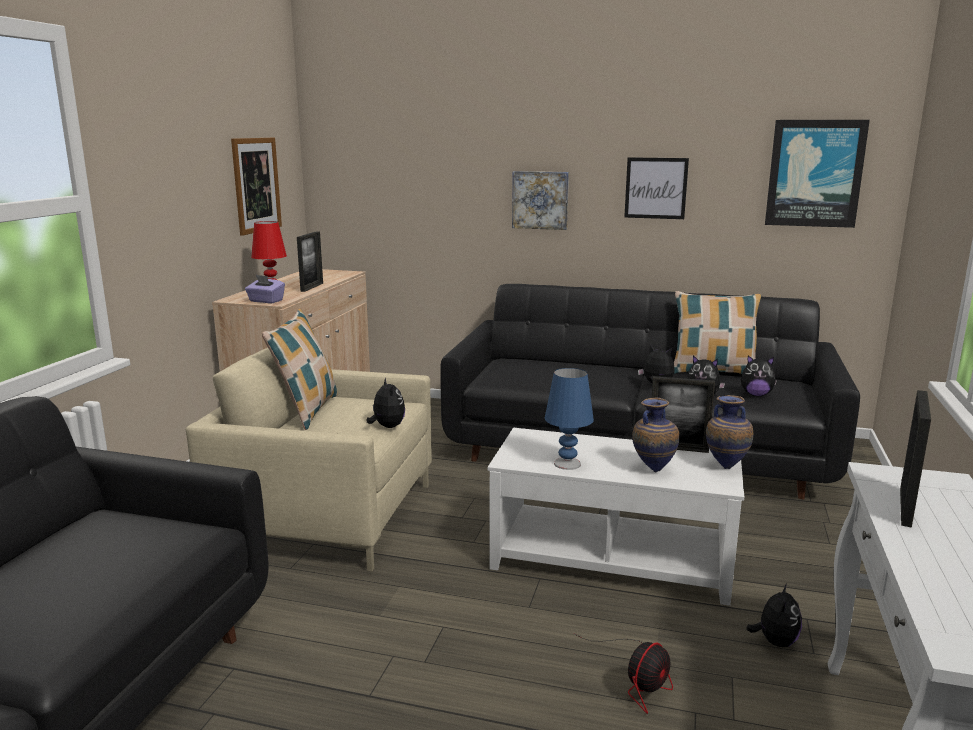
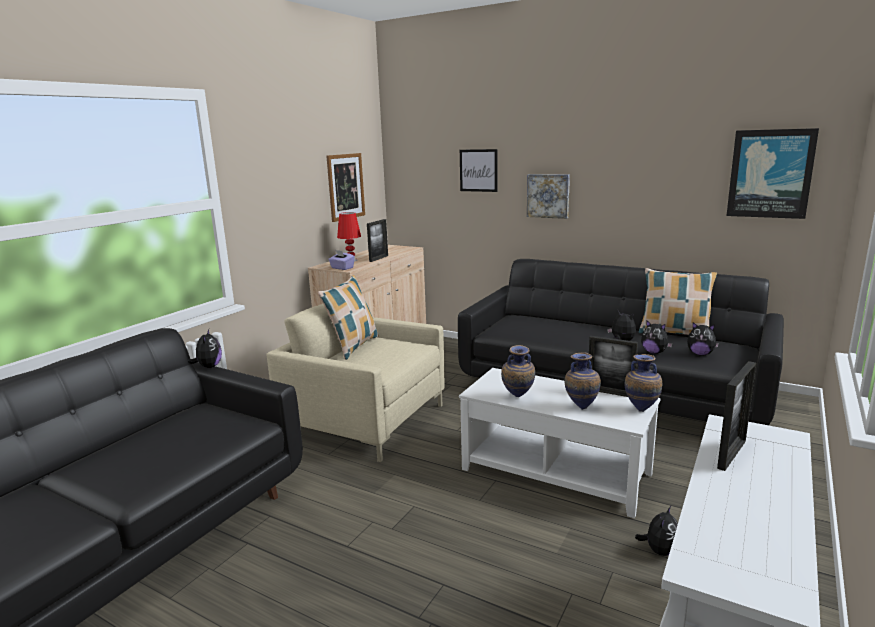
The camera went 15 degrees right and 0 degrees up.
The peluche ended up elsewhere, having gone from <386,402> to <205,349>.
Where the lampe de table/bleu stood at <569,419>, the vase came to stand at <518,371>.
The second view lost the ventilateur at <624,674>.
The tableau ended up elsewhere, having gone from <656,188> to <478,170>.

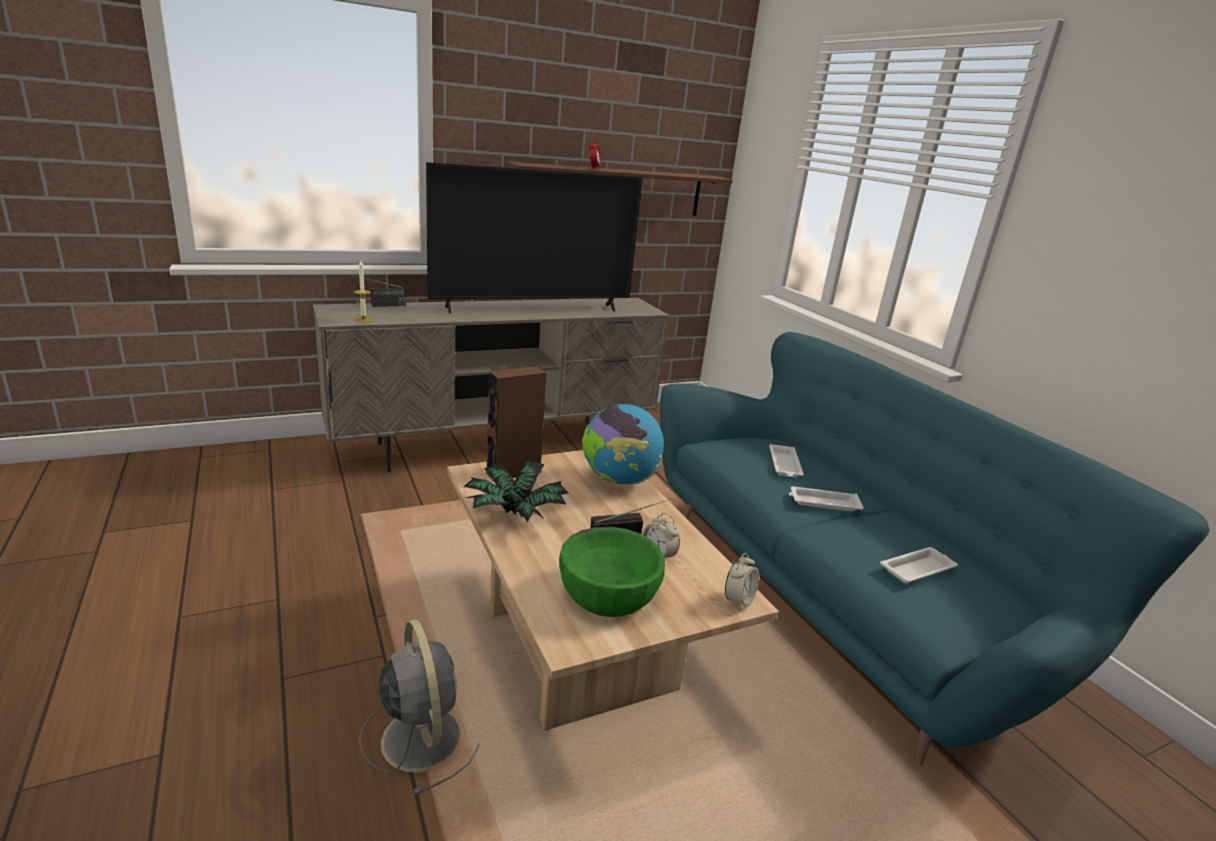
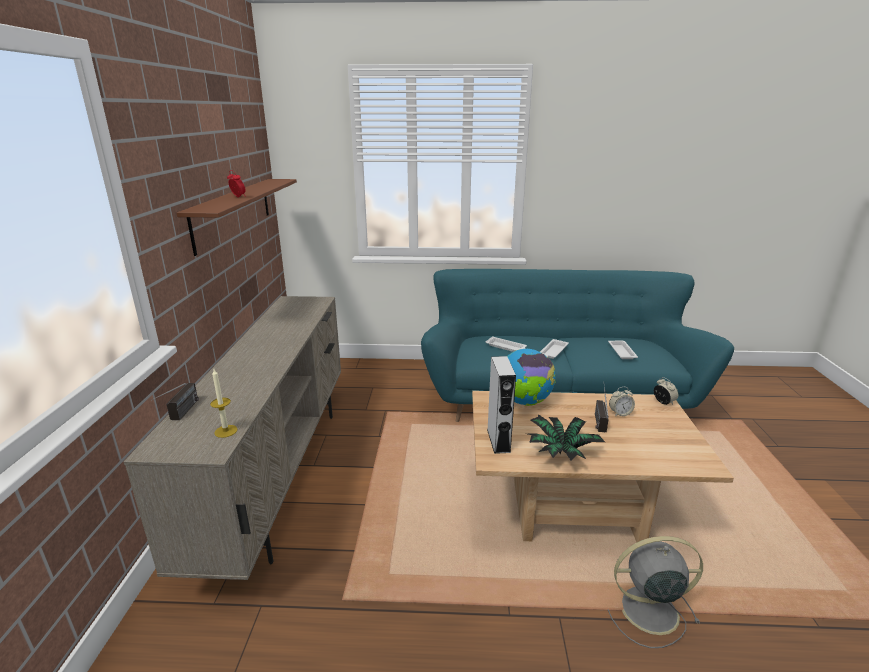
The camera went 60 degrees left and 0 degrees up.
The second view lost the téléviseur at <534,238>.
What was the enceinte/marron at <515,424> turned into the enceinte/gris at <501,405>.
The second view lost the bol/vert at <612,572>.

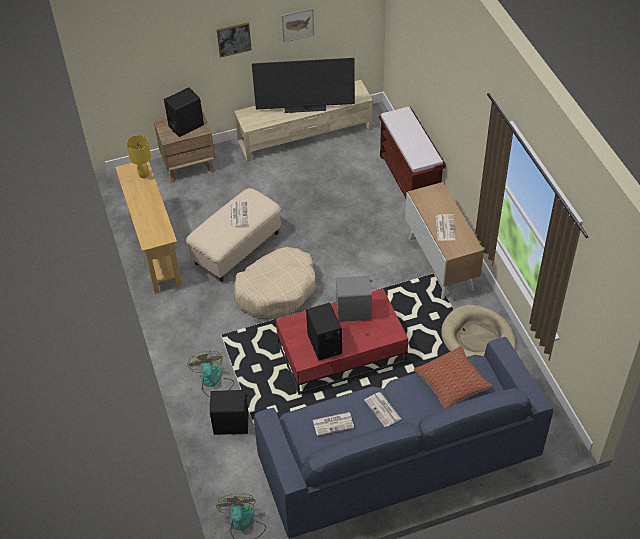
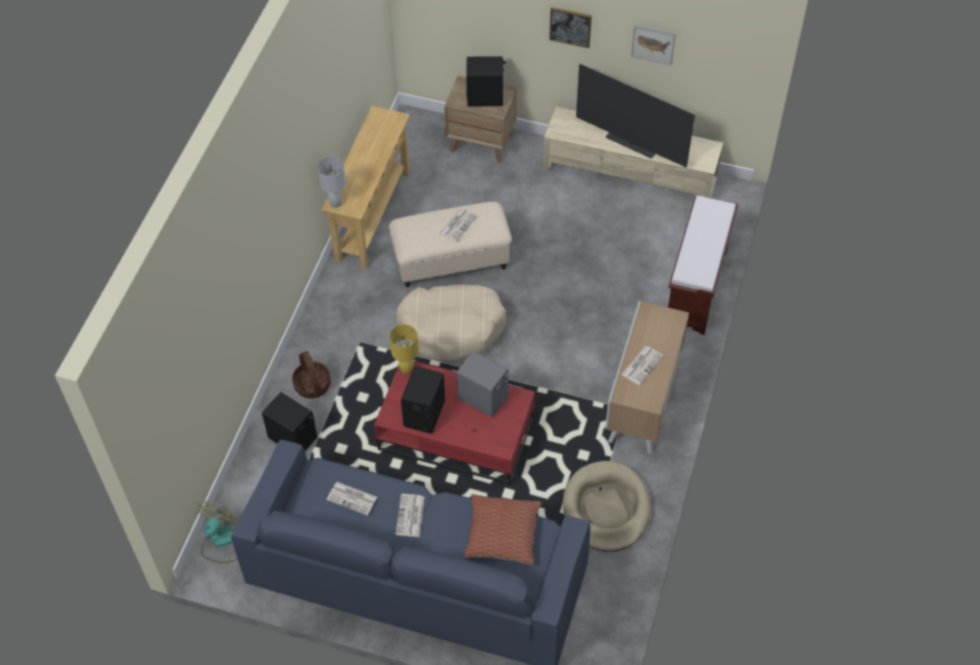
The camera went 35 degrees right and 5 degrees up.
The lampe de table/jaune ended up elsewhere, having gone from <139,156> to <404,349>.
Where the ventilateur stood at <210,374>, the panier came to stand at <311,375>.
The second view gained the lampe de table/blanc at <331,182>.

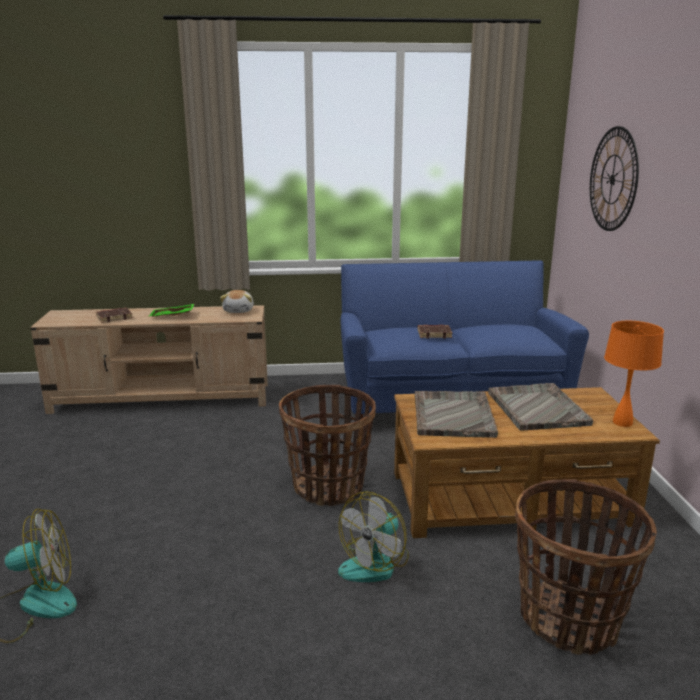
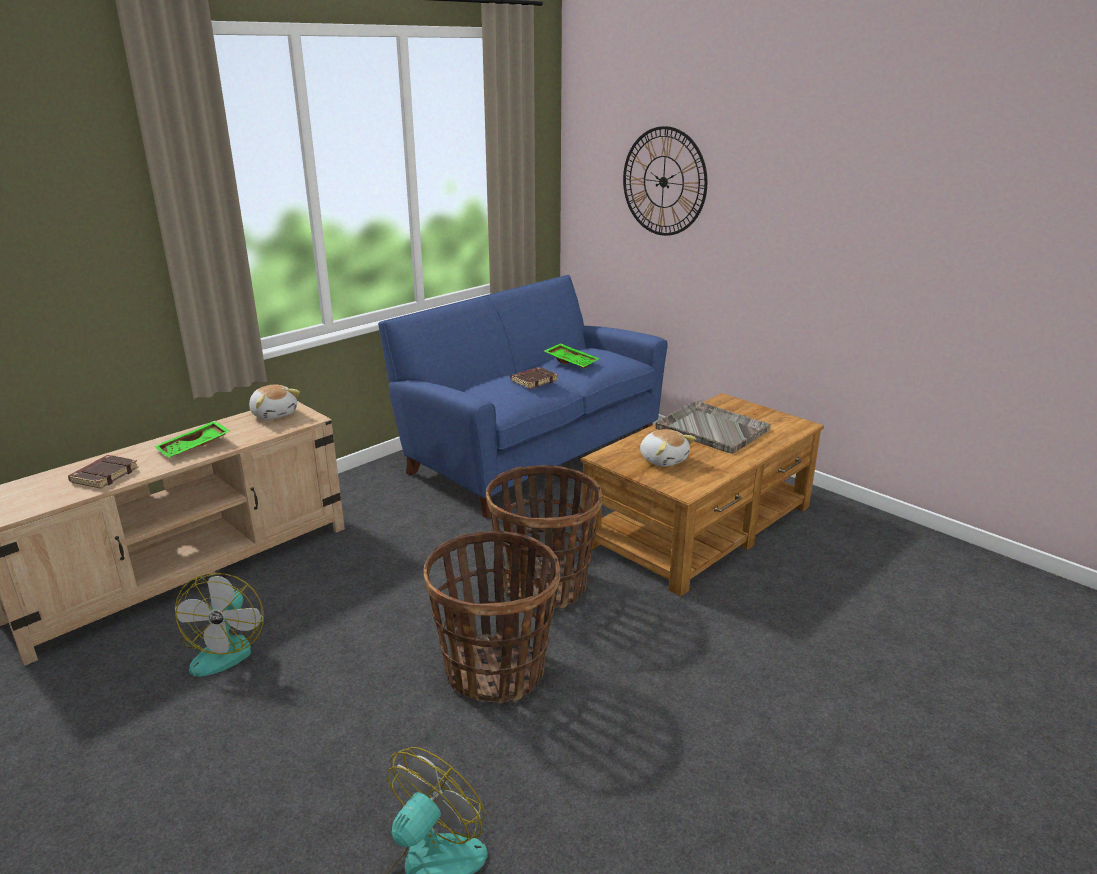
The camera went 40 degrees left and 5 degrees up.
The ventilateur ended up elsewhere, having gone from <373,536> to <219,625>.
Where the plateau/gris stood at <456,414>, the peluche came to stand at <668,448>.
The panier ended up elsewhere, having gone from <586,567> to <492,617>.
The second view lost the lampe de table/orange at <634,374>.
The second view gained the plateau/vert at <572,355>.

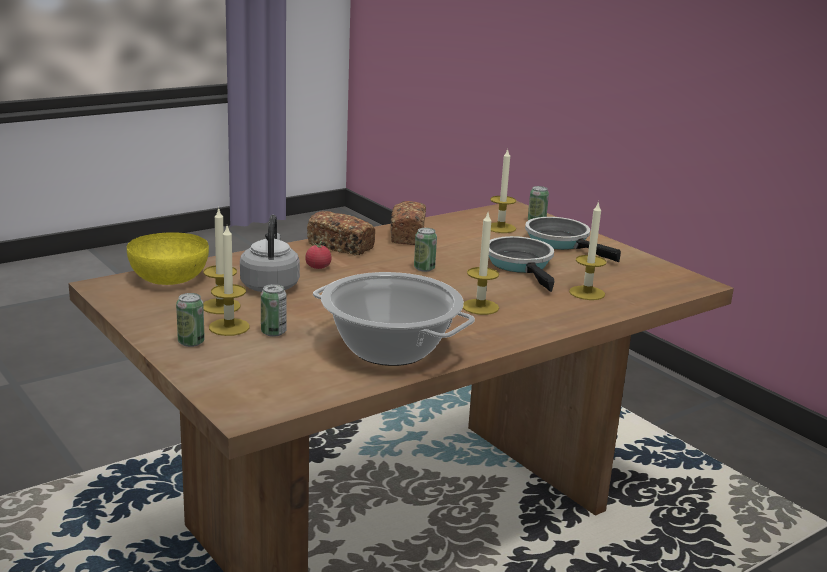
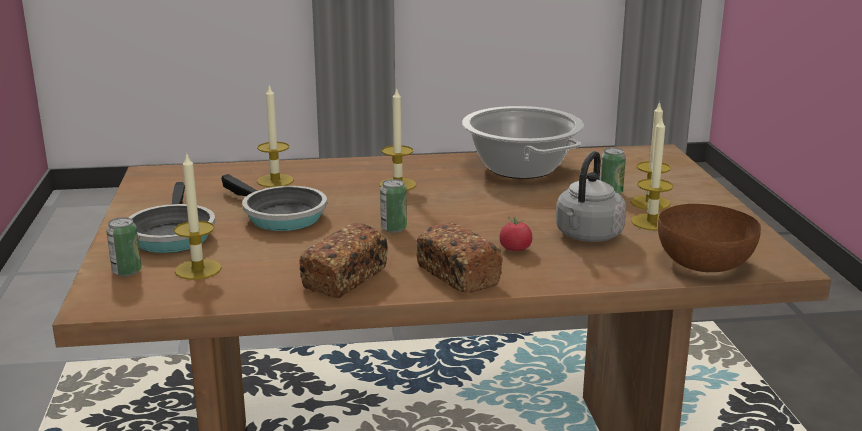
The camera went 150 degrees left and 0 degrees up.
What was the bol/jaune at <168,258> turned into the bol/marron at <709,238>.
The second view lost the boîte métallique at <190,320>.
The poêle at <522,264> ended up facing another way, 60 degrees counterclockwise from before.

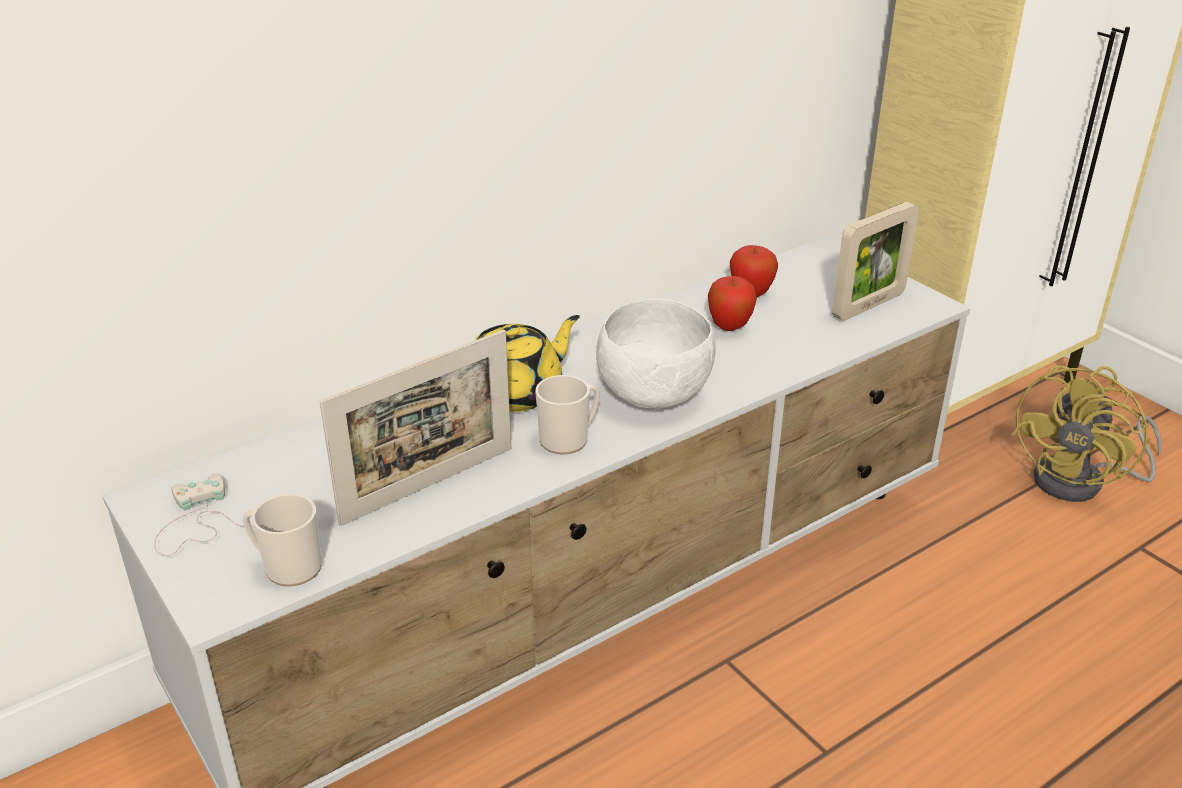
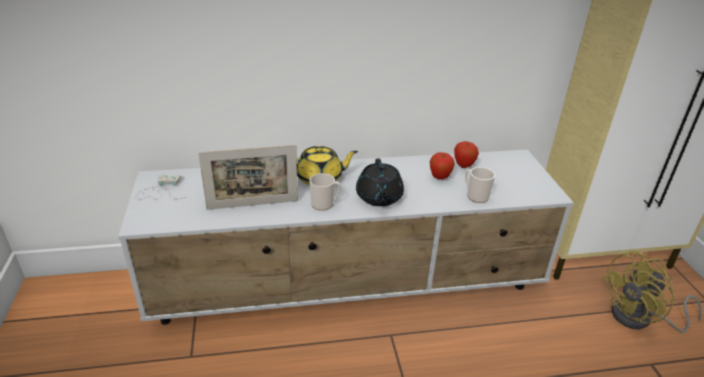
The camera went 25 degrees right and 0 degrees up.
The mug ended up elsewhere, having gone from <282,540> to <480,185>.
Where the bol/blanc stood at <656,354>, the théière/noir came to stand at <380,182>.
The second view lost the cadre photo at <875,261>.

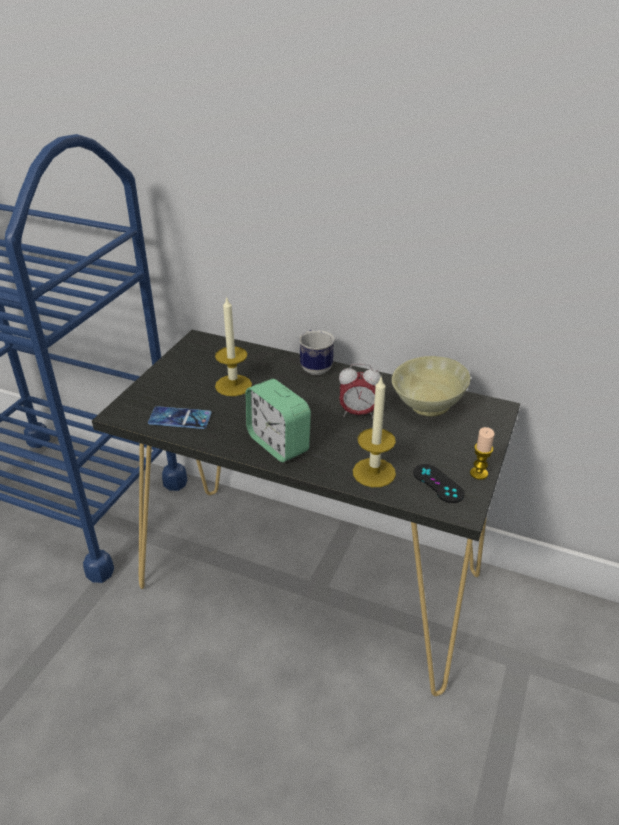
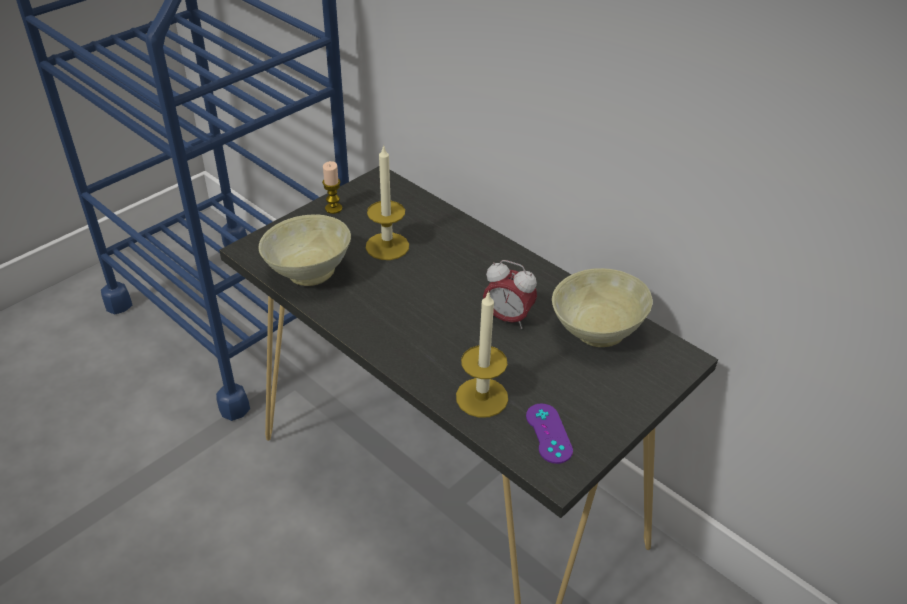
The camera went 20 degrees right and 5 degrees up.
Where the téléphone stood at <179,417>, the bol/beige came to stand at <305,250>.
The second view lost the réveil at <278,420>.
The second view lost the mug at <317,352>.
What was the manette/noir at <439,483> turned into the manette/violet at <549,433>.
The bougie ended up elsewhere, having gone from <482,453> to <332,187>.

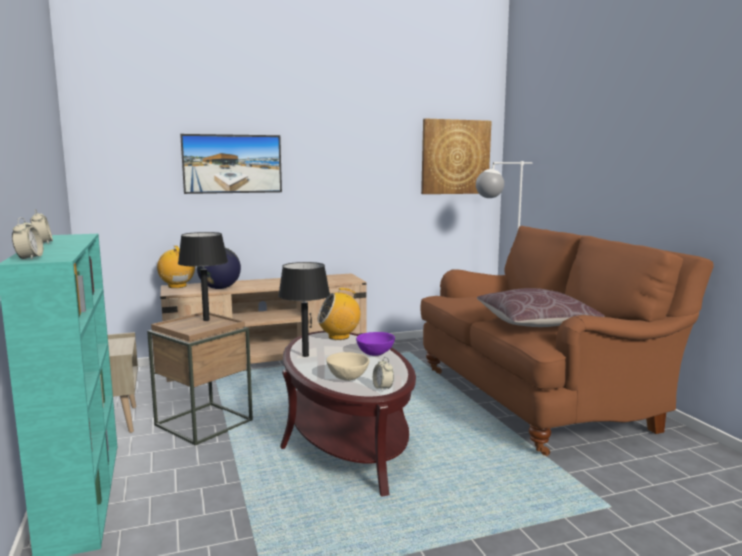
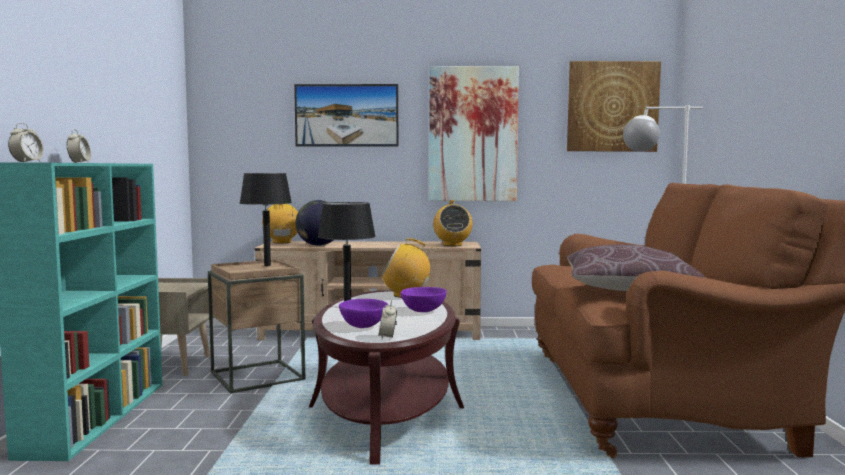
The camera went 20 degrees right and 5 degrees down.
What was the bol/beige at <347,366> turned into the bol/violet at <363,313>.
The second view gained the tableau at <474,133>.
The second view gained the radio at <453,223>.

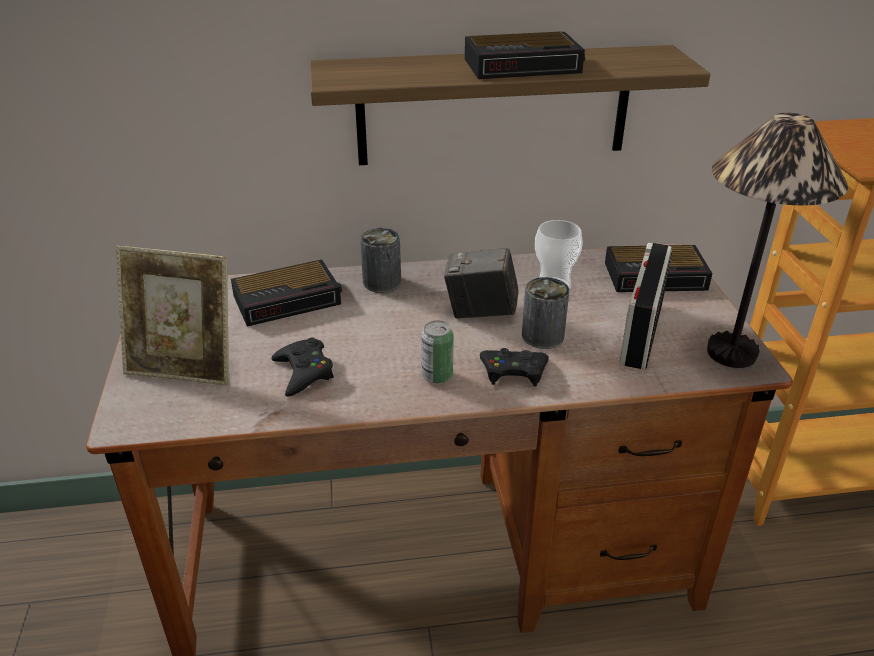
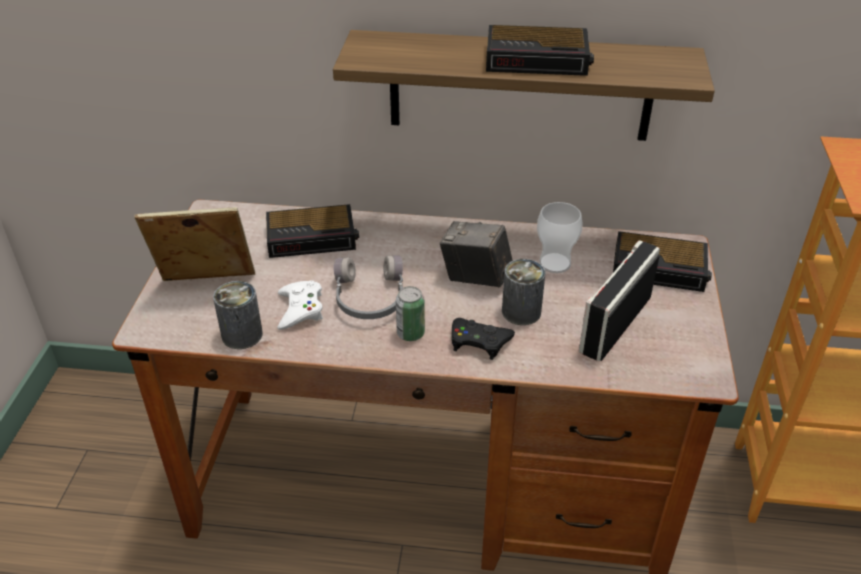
The camera went 15 degrees right and 5 degrees up.
The cadre photo at <172,315> ended up facing another way, 150 degrees clockwise from before.
What was the manette/noir at <302,367> turned into the manette/blanc at <300,305>.
The boîte métallique ended up elsewhere, having gone from <380,260> to <238,315>.
The second view lost the lampe de table at <777,240>.
The second view gained the casque audio/gris at <368,287>.

